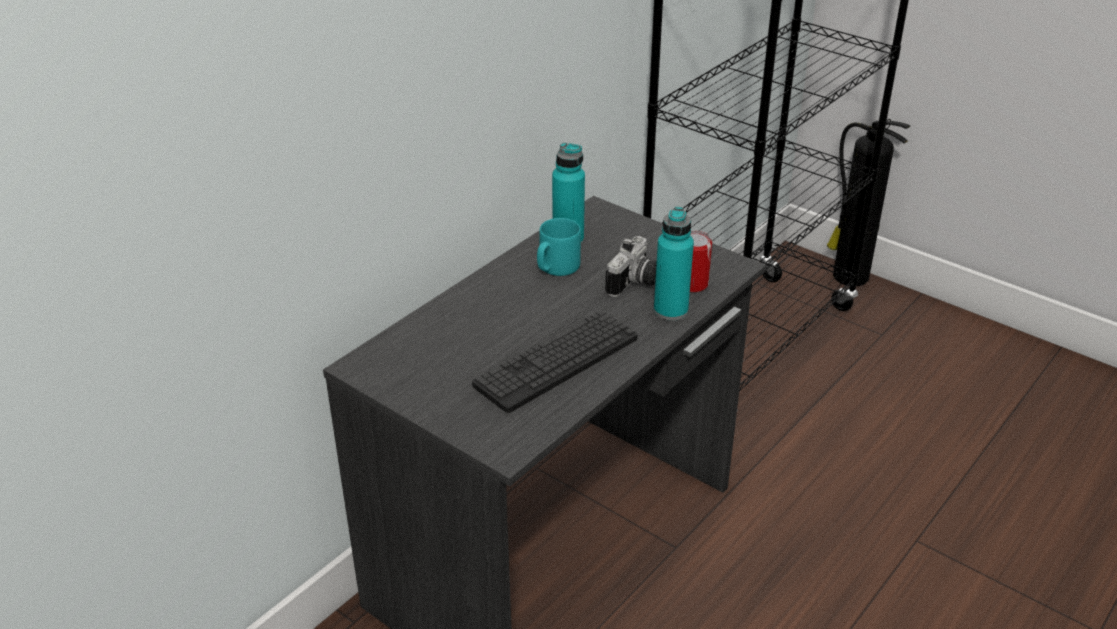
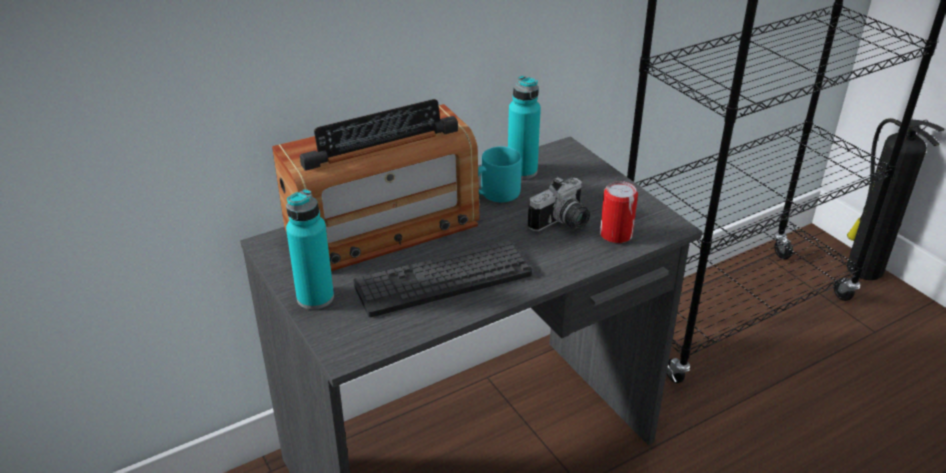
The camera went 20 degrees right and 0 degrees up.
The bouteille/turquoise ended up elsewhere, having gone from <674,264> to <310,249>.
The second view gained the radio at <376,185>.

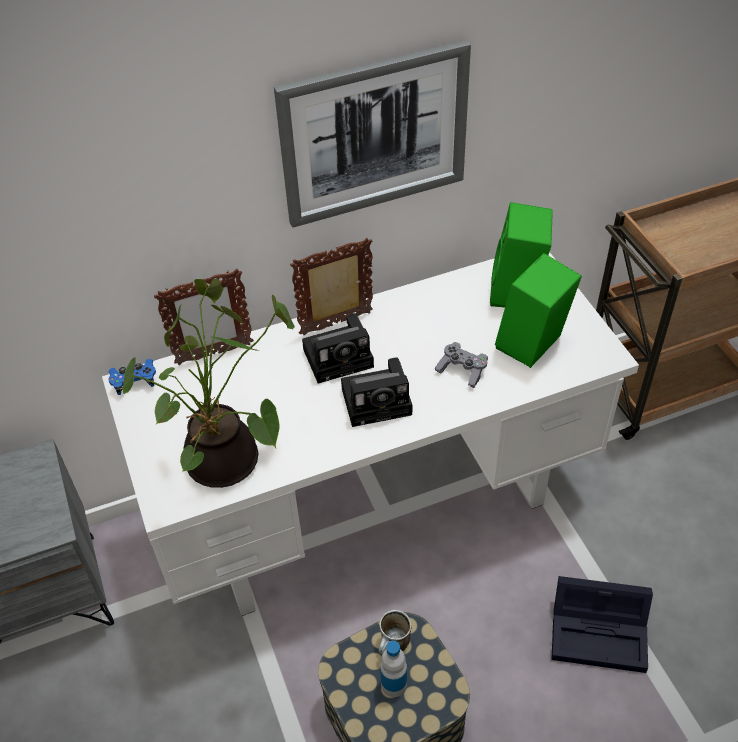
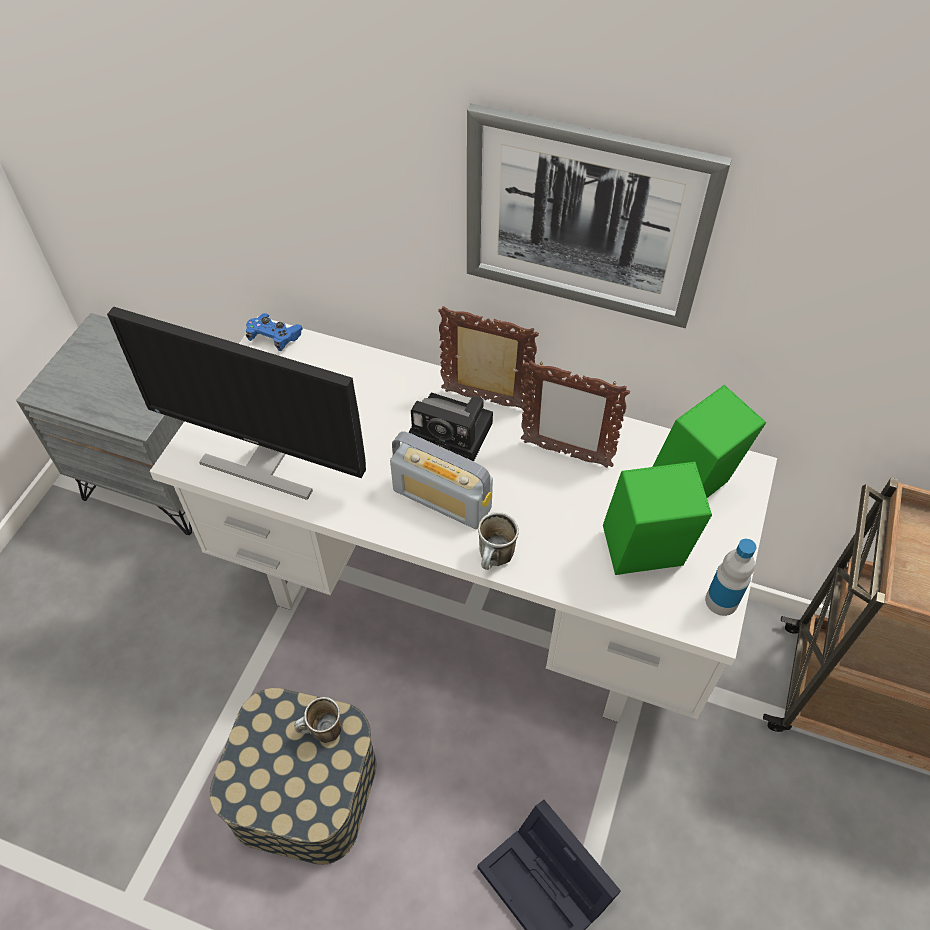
The camera went 40 degrees right and 5 degrees up.
Where the plante en pot stood at <208,383>, the écran d'ordinateur came to stand at <236,403>.
The cadre photo ended up elsewhere, having gone from <204,317> to <575,414>.
Where the appareil photo stood at <376,392>, the radio came to stand at <441,480>.
The bouteille ended up elsewhere, having gone from <393,669> to <730,577>.
The second view lost the manette/gris at <461,365>.
The second view gained the mug at <498,541>.

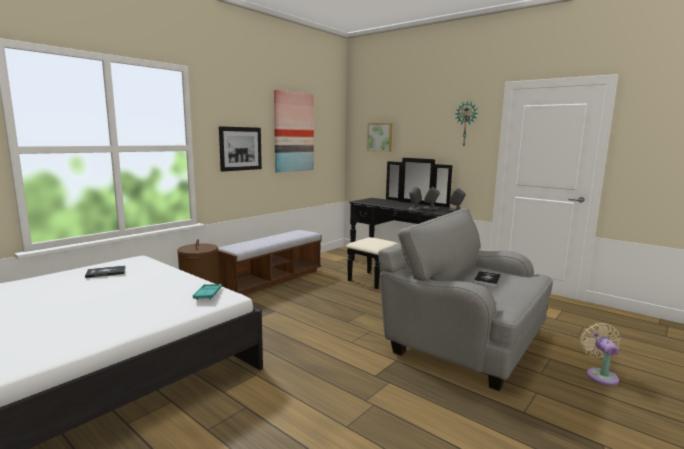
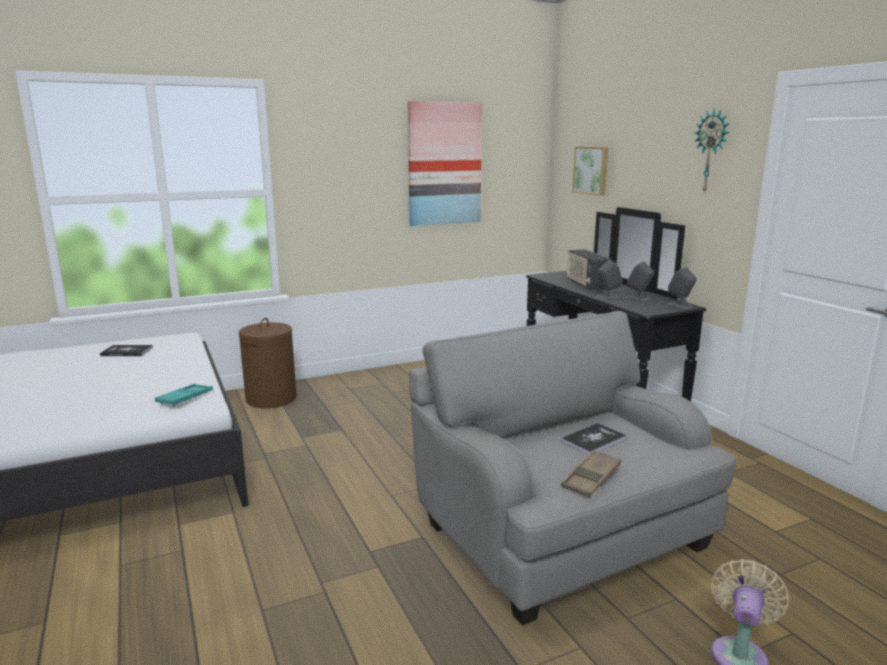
The camera went 25 degrees right and 5 degrees up.
The second view lost the banc at <269,263>.
The second view lost the tableau at <240,149>.
The second view gained the plateau/marron at <591,473>.
The second view gained the radio at <588,270>.

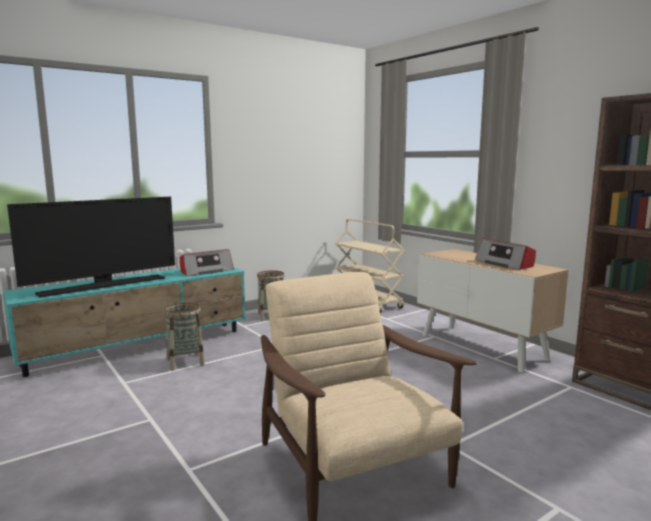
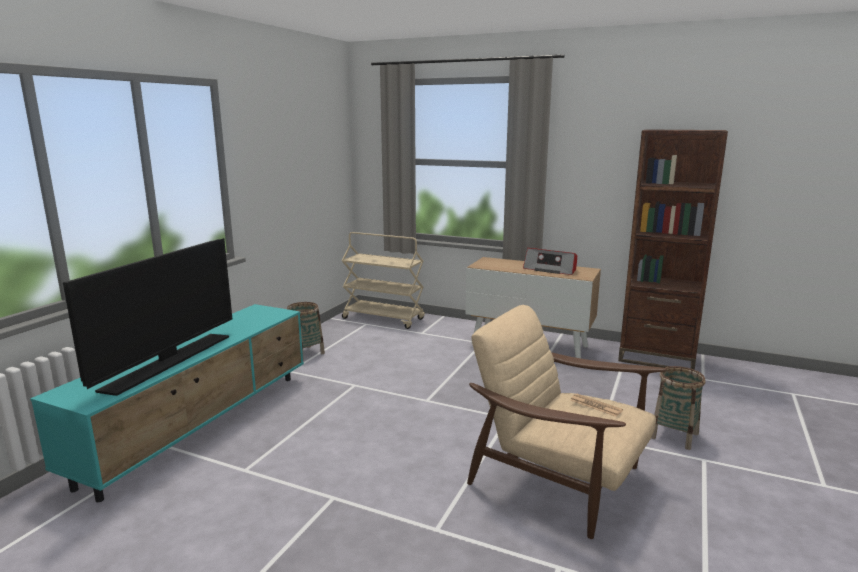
The camera went 30 degrees left and 5 degrees up.
The panier ended up elsewhere, having gone from <184,337> to <678,408>.
The second view lost the radio at <207,262>.
The second view gained the journal at <596,405>.

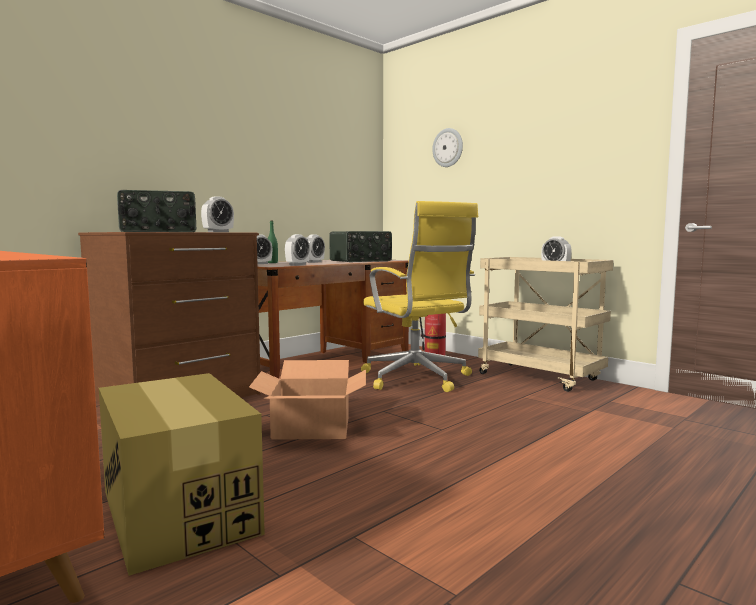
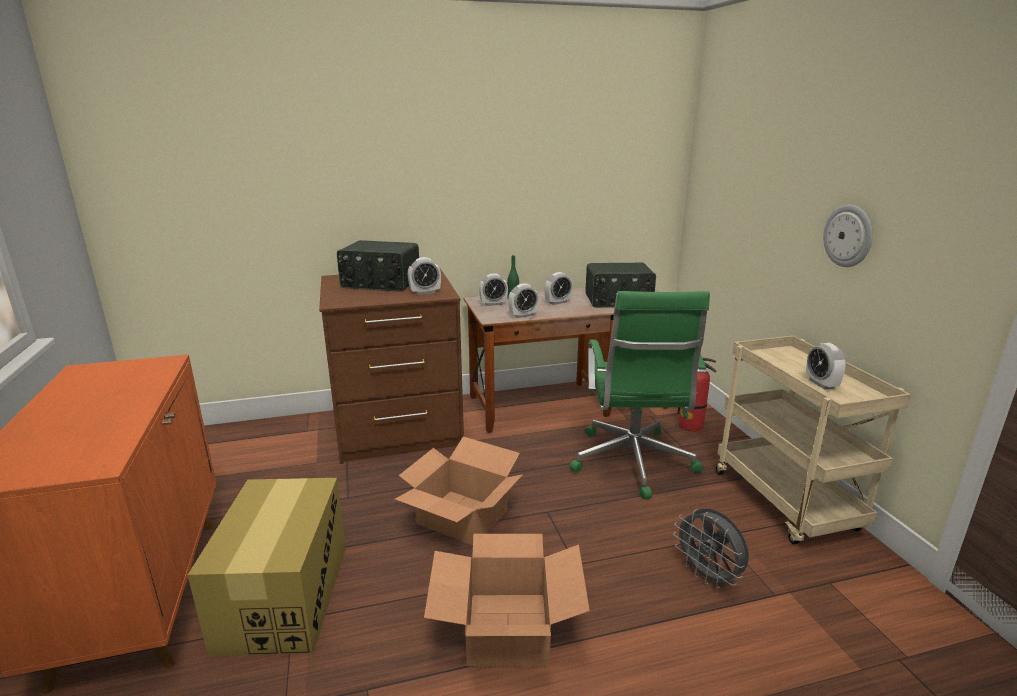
The camera went 30 degrees right and 15 degrees up.
What was the chaise de bureau/jaune at <419,296> turned into the chaise de bureau/vert at <640,395>.
The horloge murale ended up elsewhere, having gone from <447,147> to <848,236>.
The second view gained the carton at <507,600>.
The second view gained the ventilateur/gris at <711,548>.

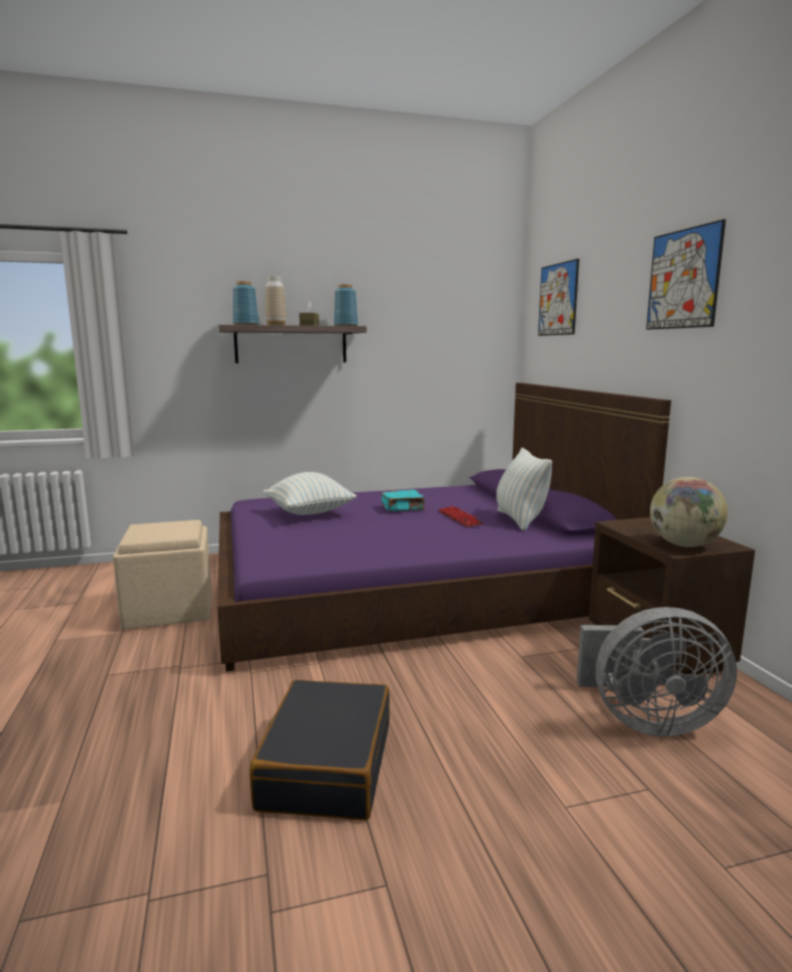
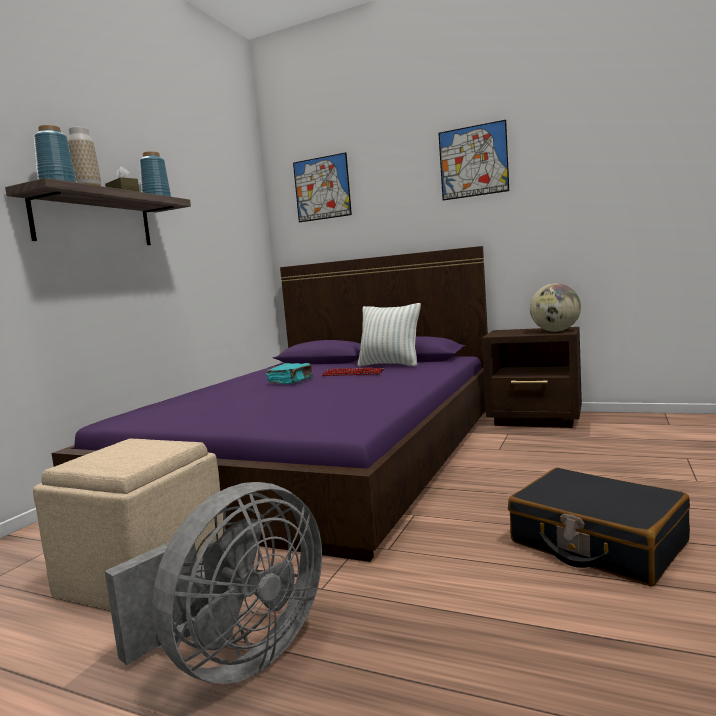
The camera went 50 degrees left and 5 degrees down.
The second view lost the coussin at <310,493>.
The ventilateur/gris ended up elsewhere, having gone from <657,672> to <213,583>.

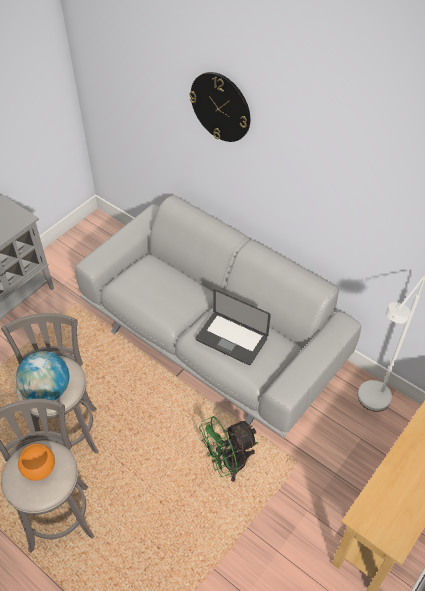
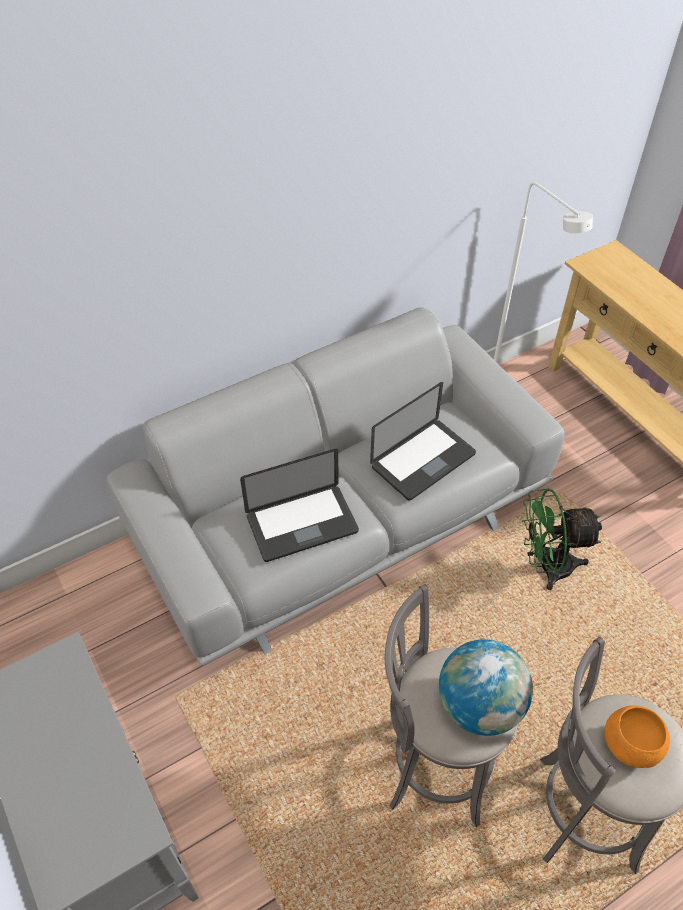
The camera went 70 degrees left and 0 degrees up.
The second view lost the horloge murale at <219,107>.
The ventilateur/vert at <228,449> ended up facing another way, 90 degrees clockwise from before.
The second view gained the ordinateur portable at <299,505>.

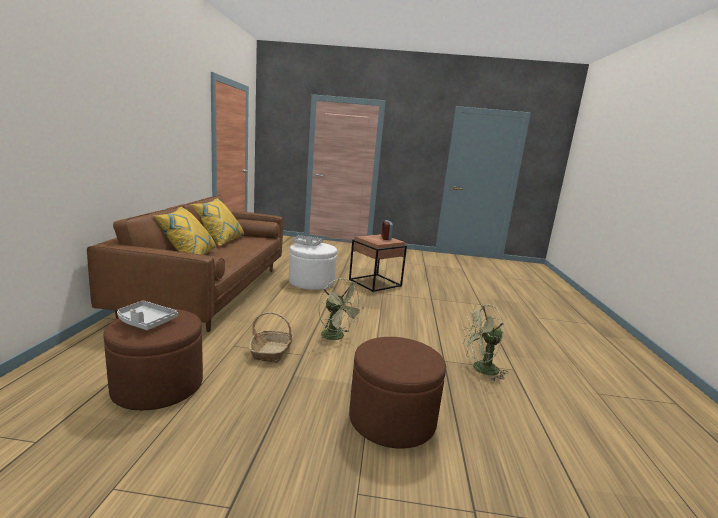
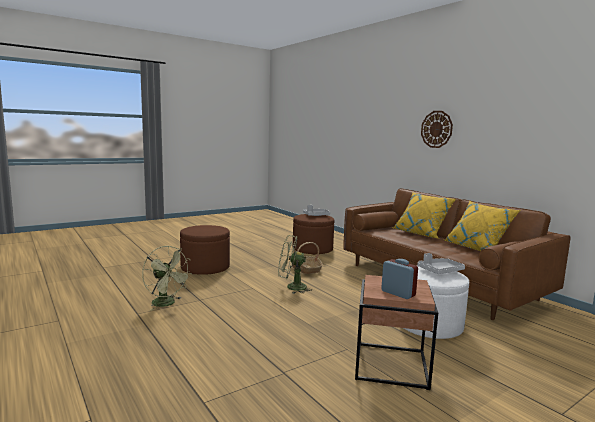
The camera went 140 degrees right and 5 degrees down.
The ventilateur/vert at <485,342> ended up facing another way, 90 degrees clockwise from before.
The second view gained the horloge murale at <437,129>.

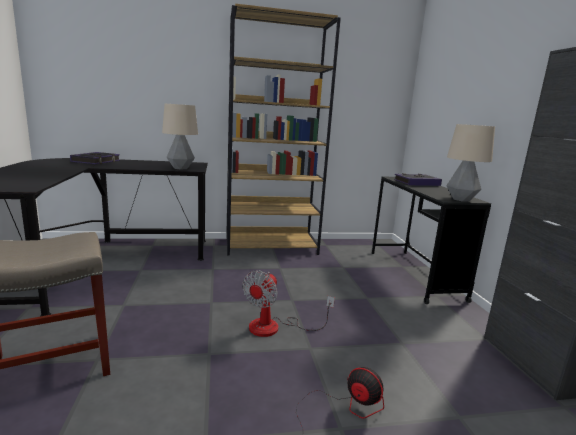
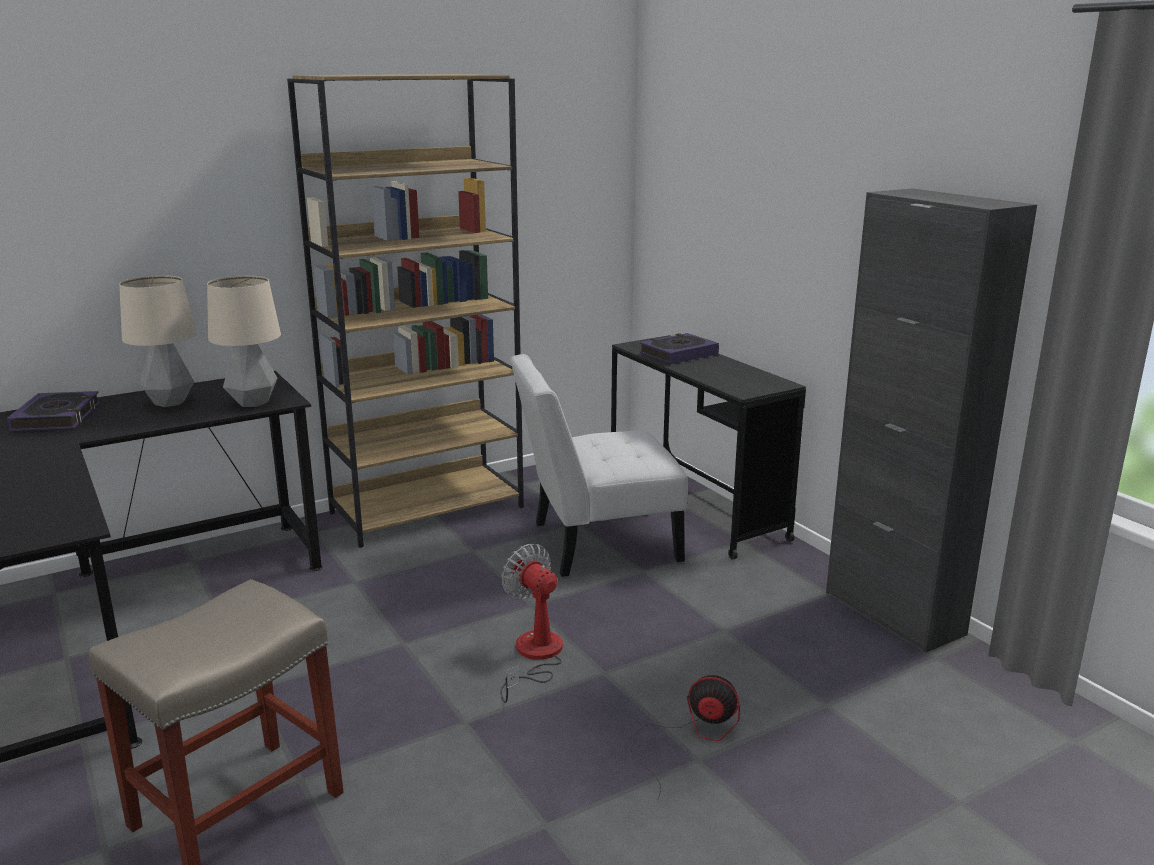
The camera went 20 degrees left and 5 degrees up.
The ventilateur at <288,304> ended up facing another way, 135 degrees clockwise from before.
The lampe de table ended up elsewhere, having gone from <470,163> to <157,341>.
The second view gained the chaise/blanc at <599,465>.

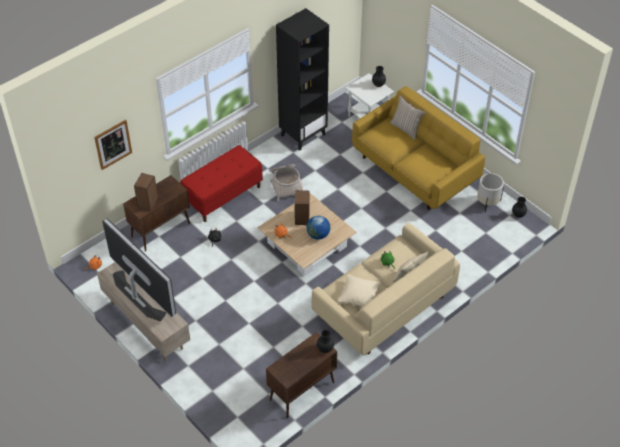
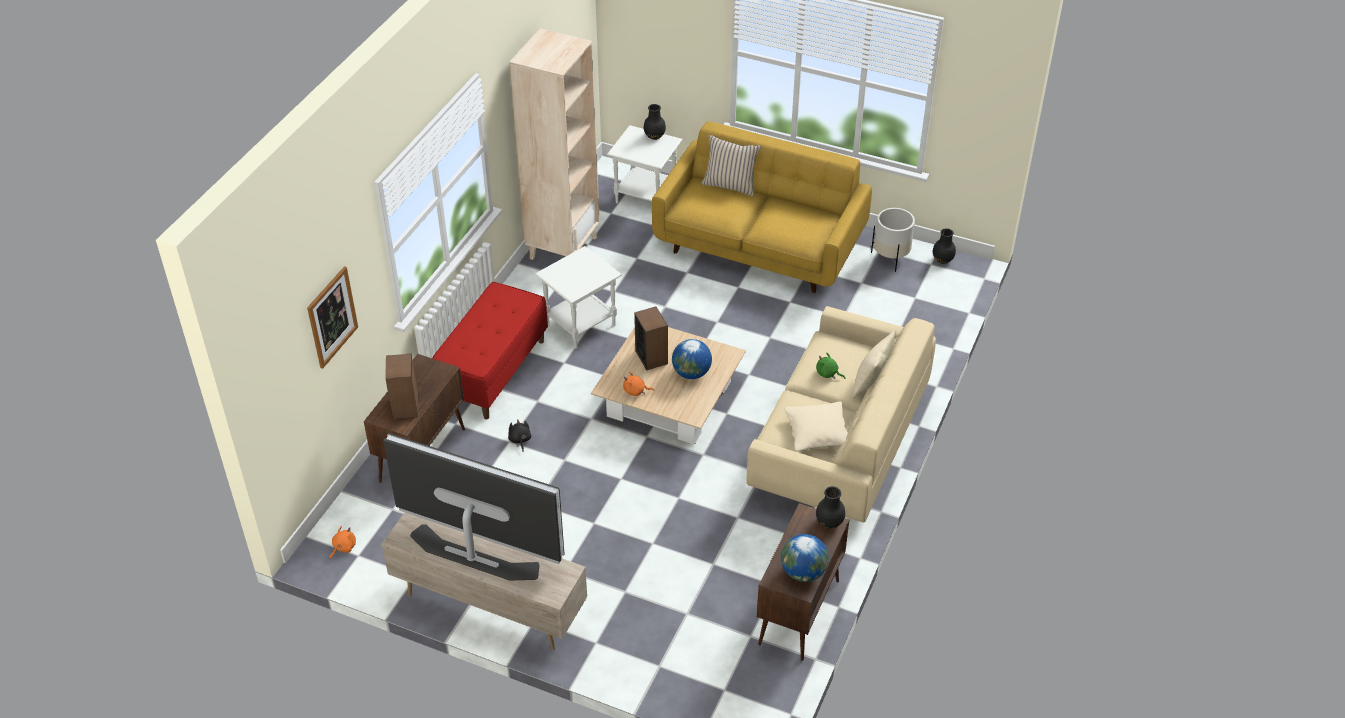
The camera went 25 degrees left and 5 degrees down.
Where the panier stood at <286,182>, the table d'appoint/blanc came to stand at <578,297>.
What was the bibliothèque/noir at <302,79> turned into the bibliothèque/beige at <554,144>.
The second view gained the globe at <805,558>.

